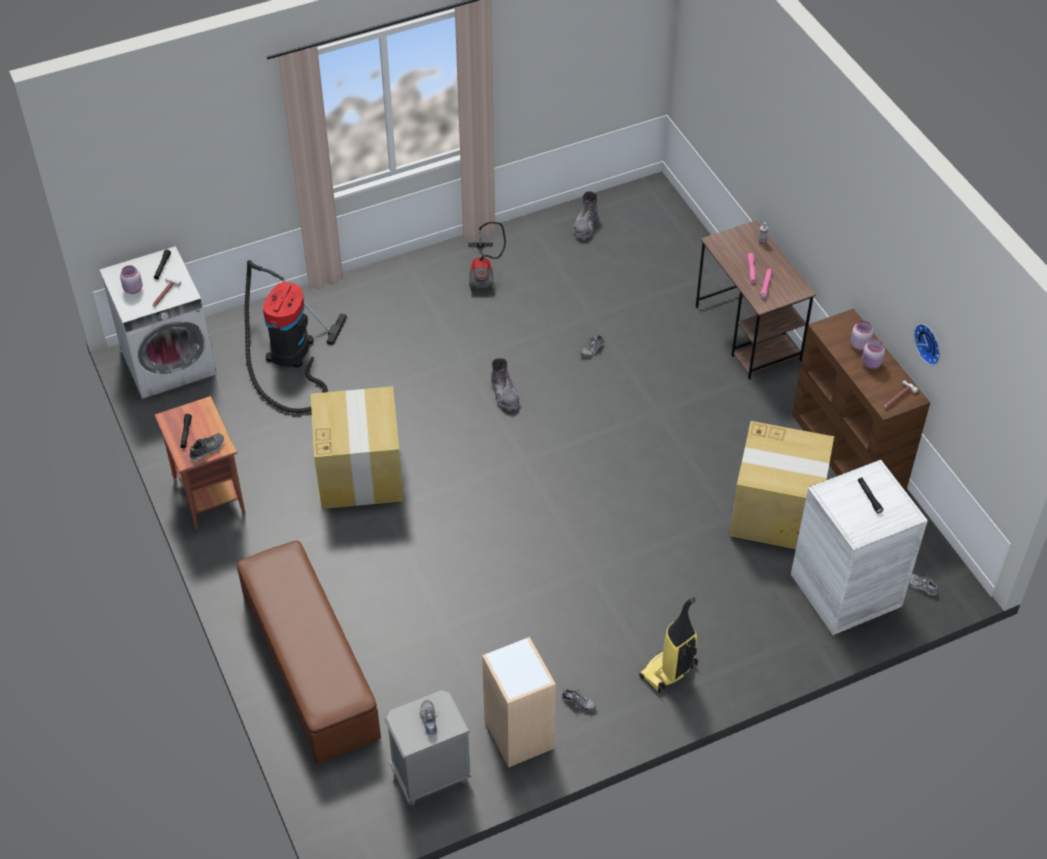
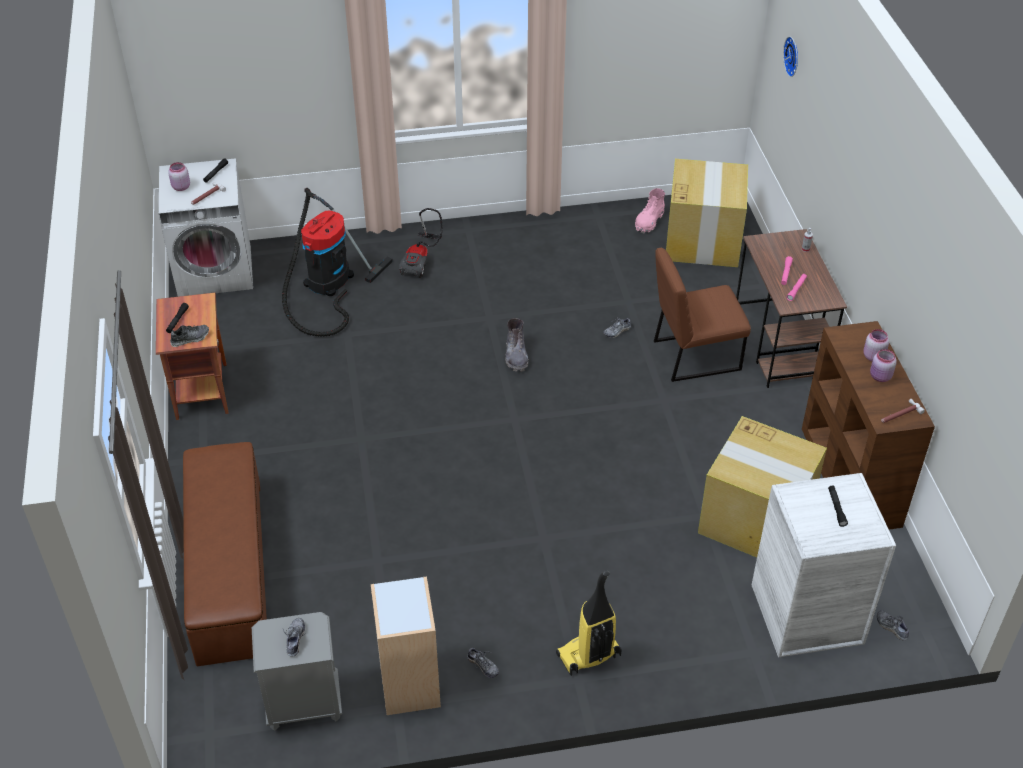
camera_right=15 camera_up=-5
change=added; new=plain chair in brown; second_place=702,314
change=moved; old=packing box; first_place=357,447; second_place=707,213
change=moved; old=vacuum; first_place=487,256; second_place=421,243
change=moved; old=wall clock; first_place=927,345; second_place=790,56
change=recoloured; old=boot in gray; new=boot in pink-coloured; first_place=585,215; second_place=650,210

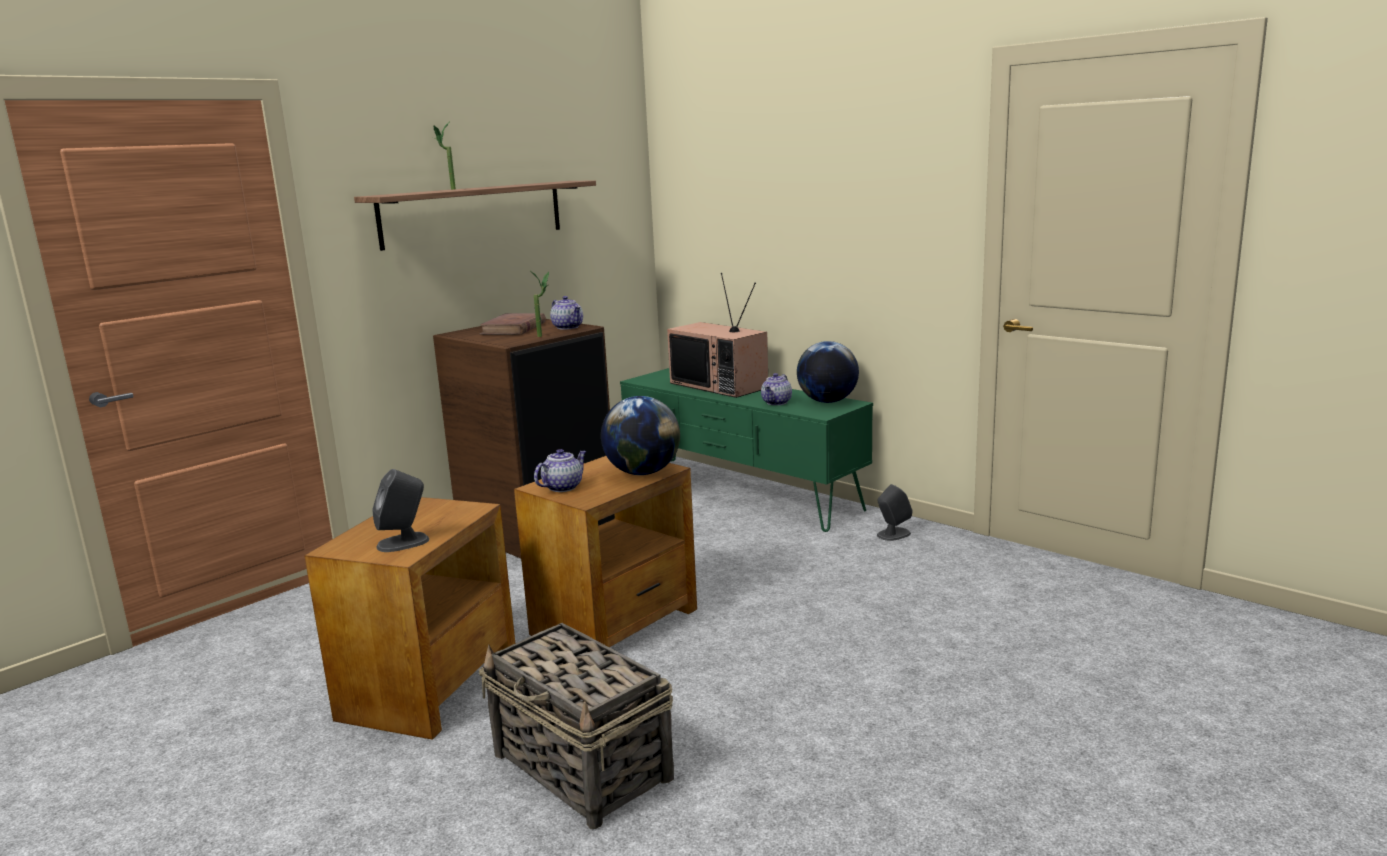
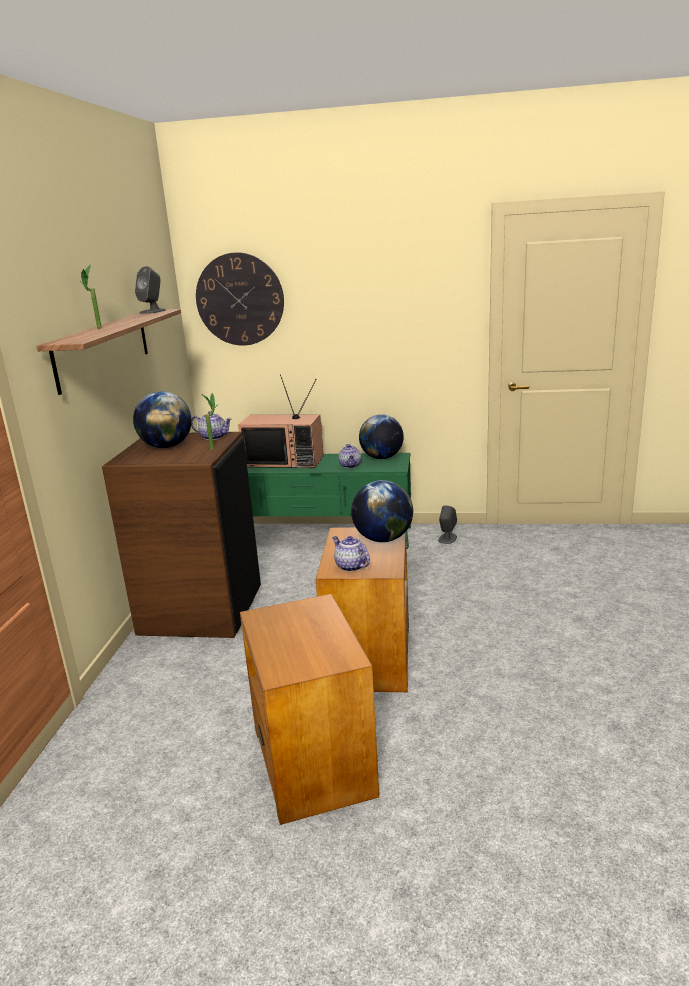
camera_right=-35 camera_up=5
change=removed; old=basket; first_place=576,726
change=added; new=wall clock; second_place=240,299
change=moved; old=audio speaker in gray; first_place=400,510; second_place=150,290
change=replaced; old=book in brown; new=desk globe; first_place=513,324; second_place=162,419
change=turned; old=teapot; first_place=560,470; second_place=351,554; degrees=-45

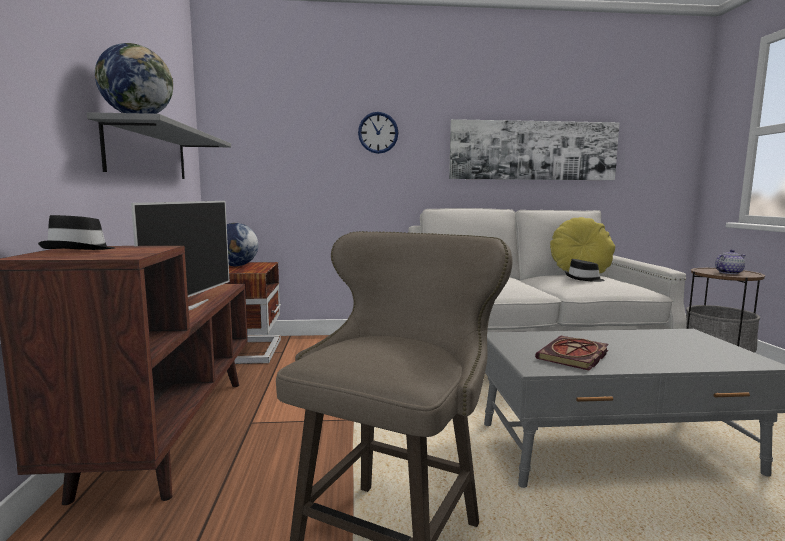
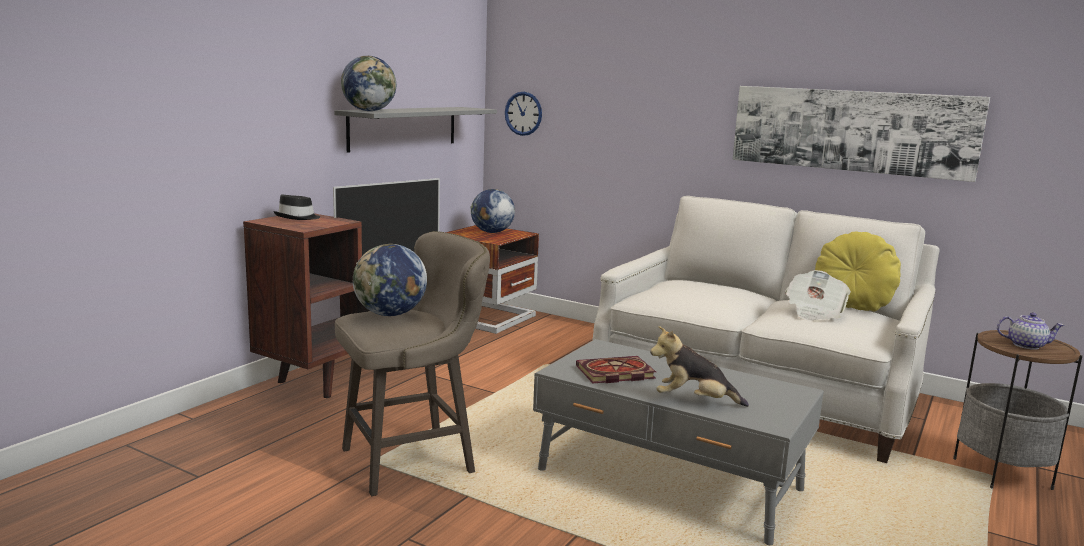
camera_right=35 camera_up=5
change=added; new=desk globe; second_place=390,280
change=added; new=plush toy; second_place=699,366
change=moved; old=wall clock; first_place=378,133; second_place=523,114
change=replaced; old=wearable hat in black; new=daily paper; first_place=585,270; second_place=818,295

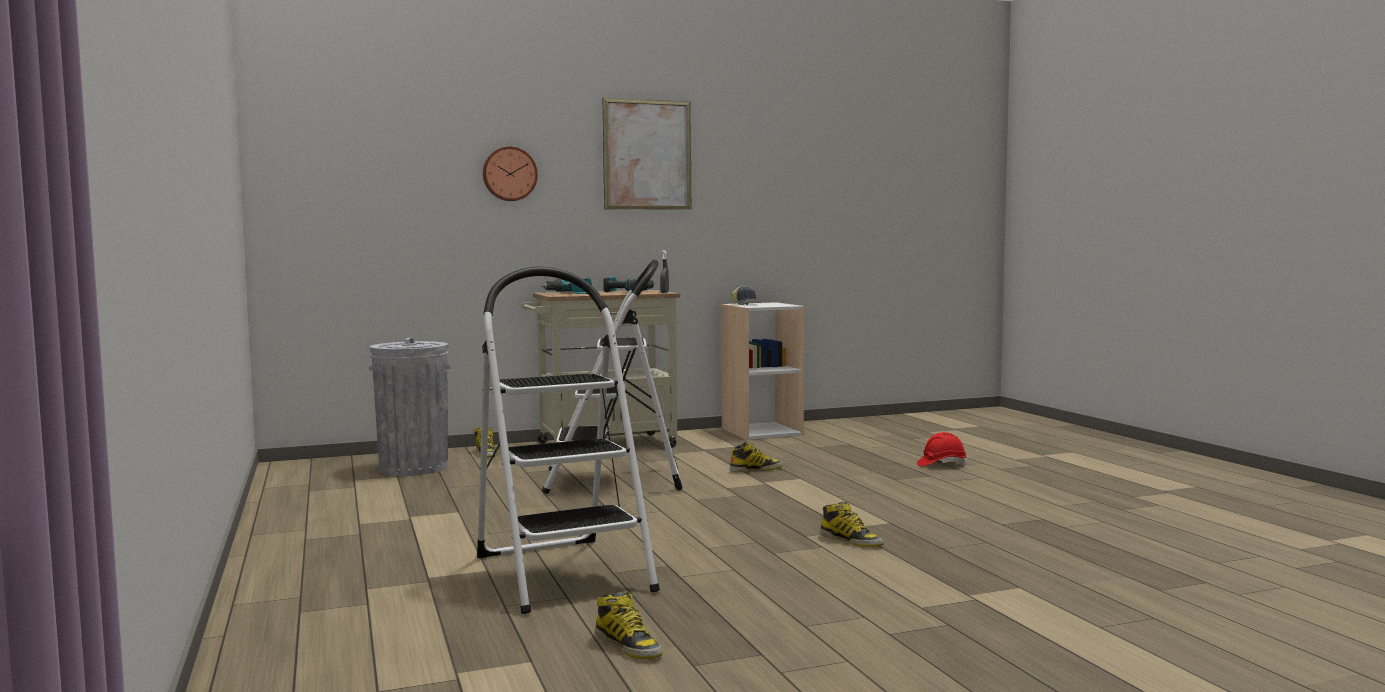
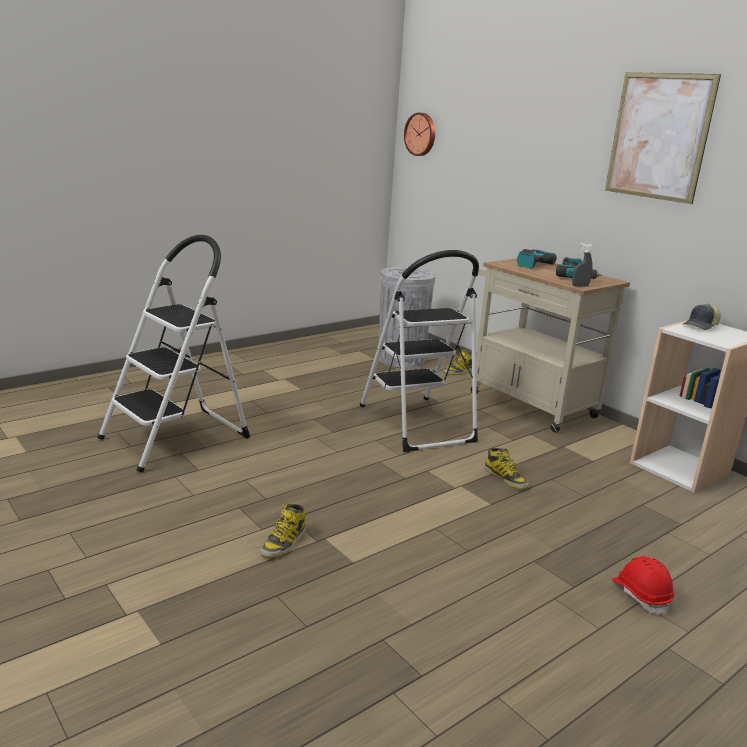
camera_right=70 camera_up=15
change=removed; old=boot; first_place=629,625
change=moved; old=wall clock; first_place=510,173; second_place=419,134

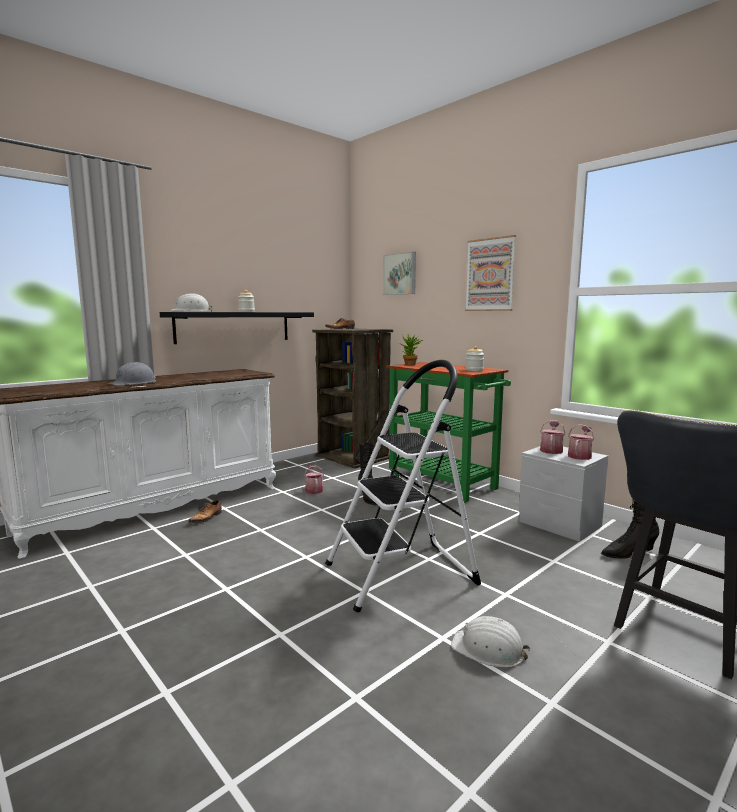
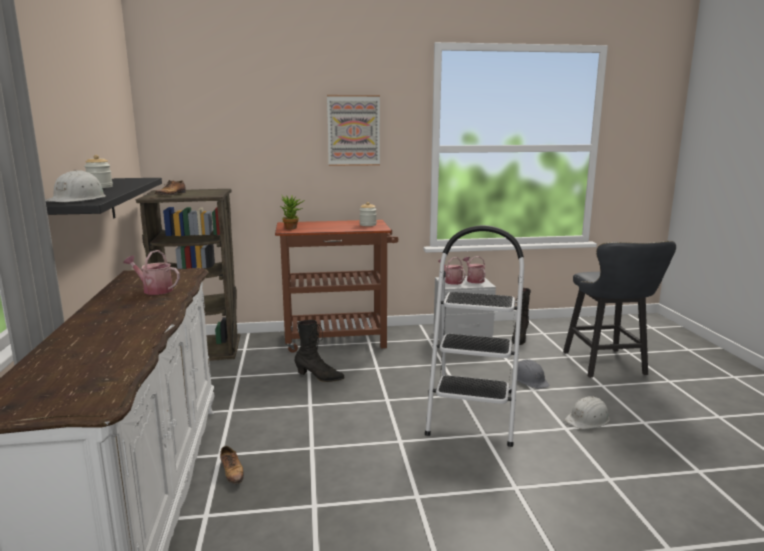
camera_right=-55 camera_up=5
change=removed; old=picture; first_place=399,273
change=moved; old=hard hat in gray; first_place=132,373; second_place=531,374
change=moved; old=sprinkling can; first_place=314,479; second_place=152,272
change=recoloured; old=cart in green; new=cart in brown; first_place=448,432; second_place=336,286

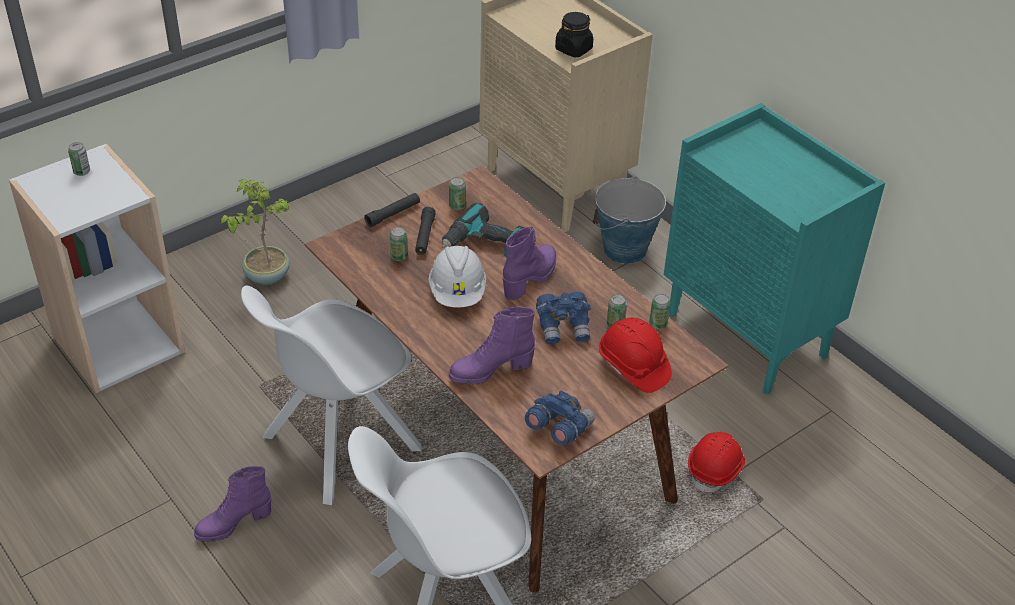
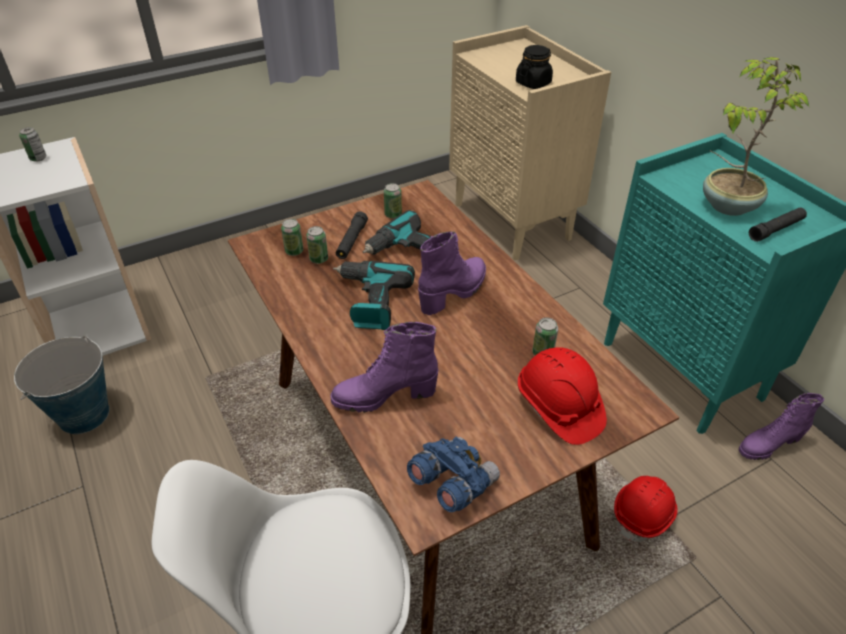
camera_right=10 camera_up=0
change=removed; old=plain chair in white-coloured; first_place=331,395
change=removed; old=pair of binoculars in blue; first_place=563,318
change=moved; old=boot in purple; first_place=232,504; second_place=781,426
change=moved; old=plant in a pot; first_place=255,232; second_place=756,136
change=moved; old=flashlight in black; first_place=392,210; second_place=778,224
change=moved; old=bucket; first_place=629,220; second_place=61,385
change=moved; old=metal can; first_place=660,311; second_place=292,237
change=replaced; old=hard hat in white-coloured; new=drill; first_place=457,276; second_place=374,295

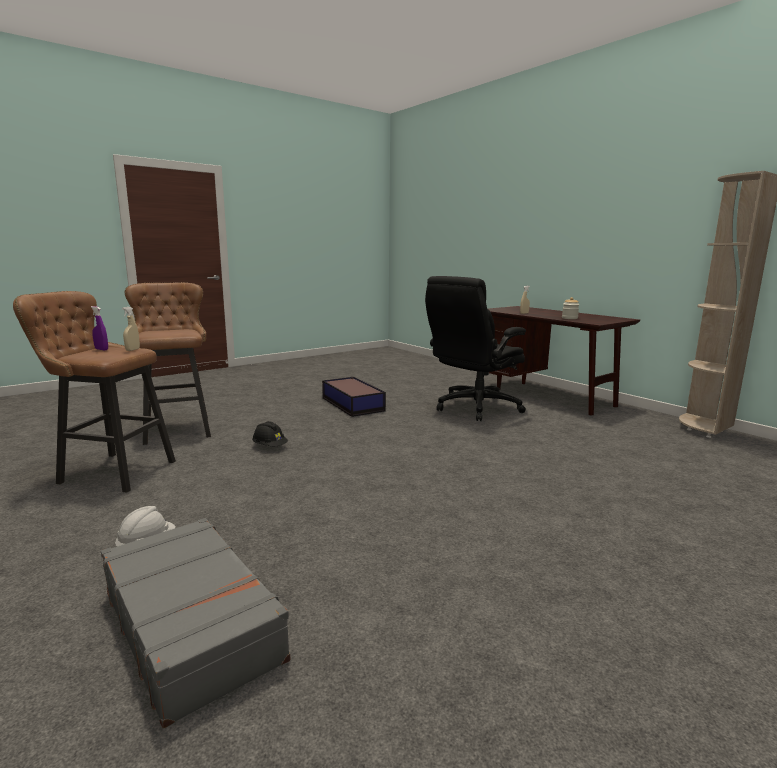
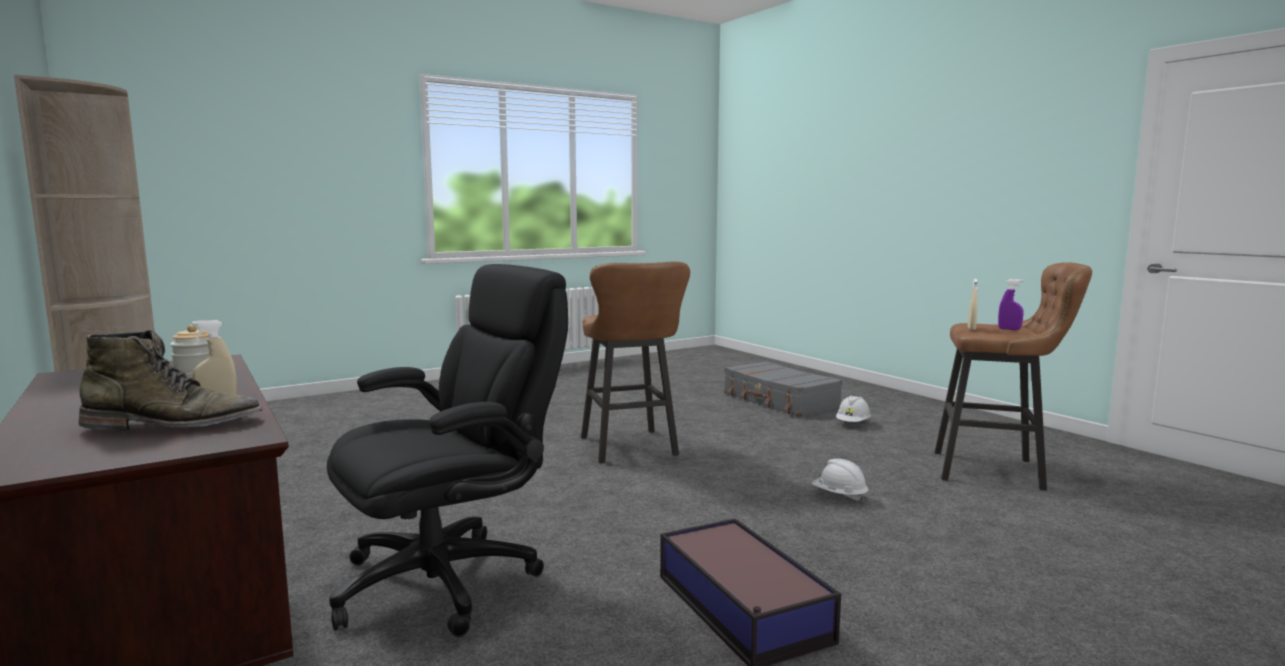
camera_right=-175 camera_up=-5
change=added; new=boot in green; second_place=170,380
change=moved; old=stool in brown; first_place=168,363; second_place=635,362
change=recoloured; old=hard hat in black; new=hard hat in white-coloured; first_place=270,433; second_place=840,481

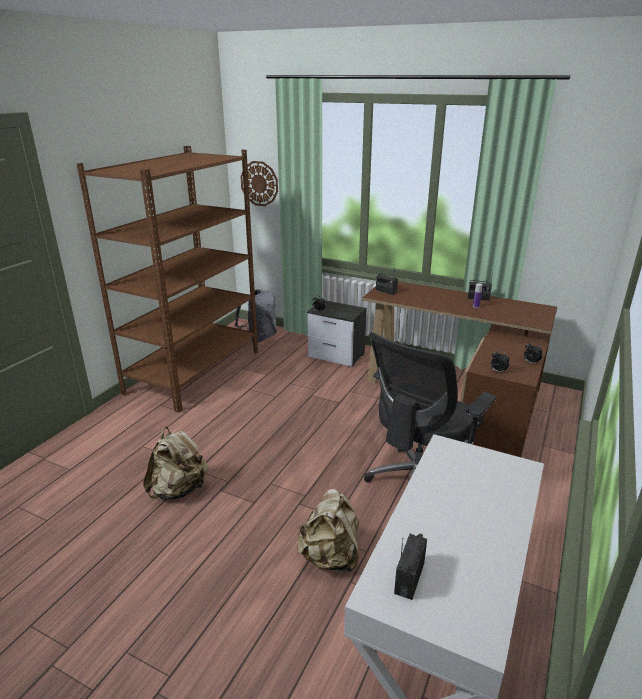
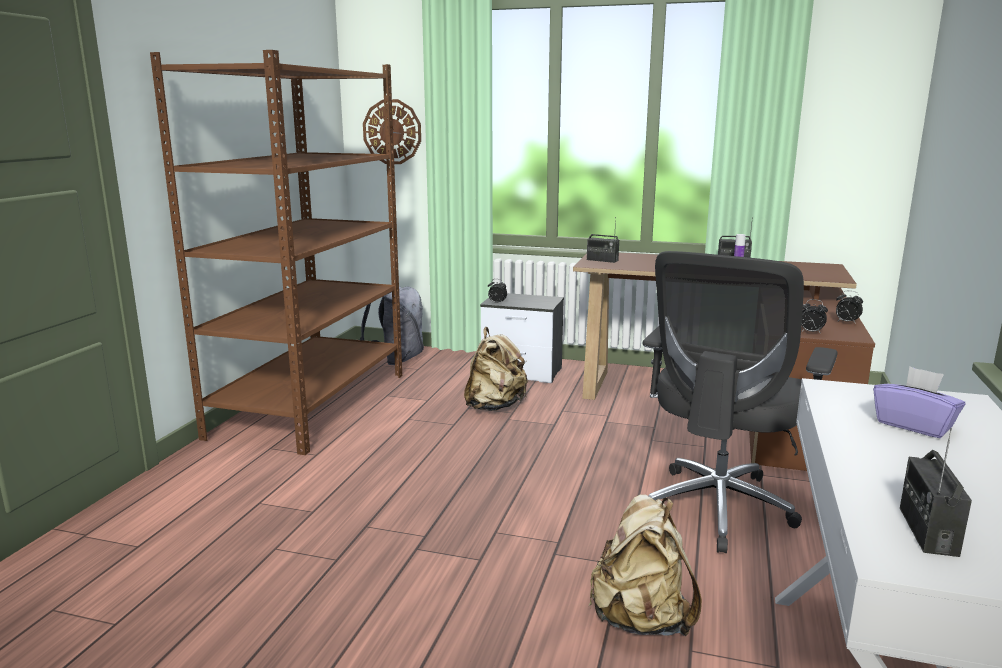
camera_right=-10 camera_up=-10
change=added; new=tissue holder in purple; second_place=919,402
change=moved; old=rucksack in beige; first_place=175,463; second_place=496,369

